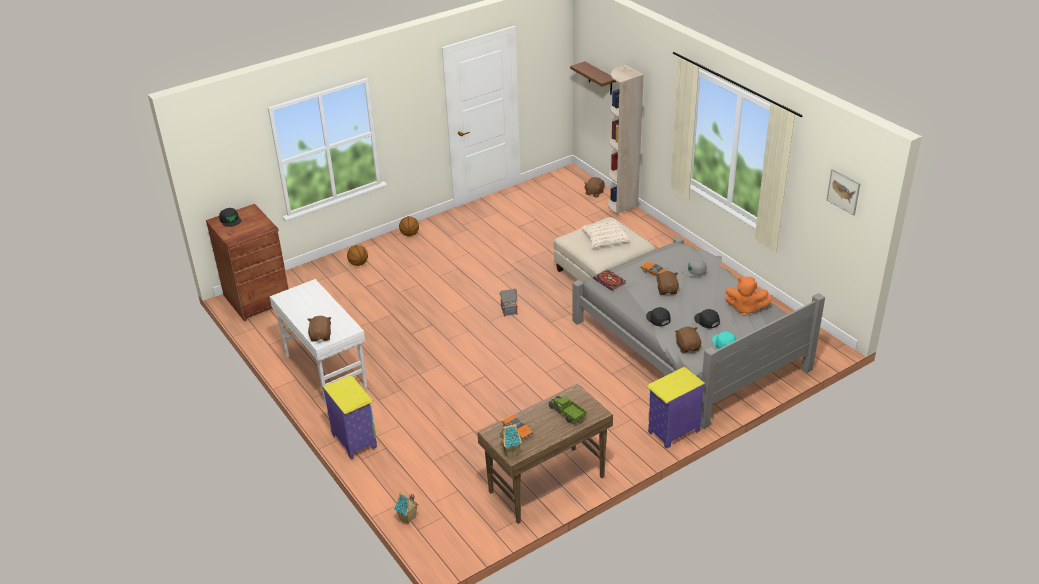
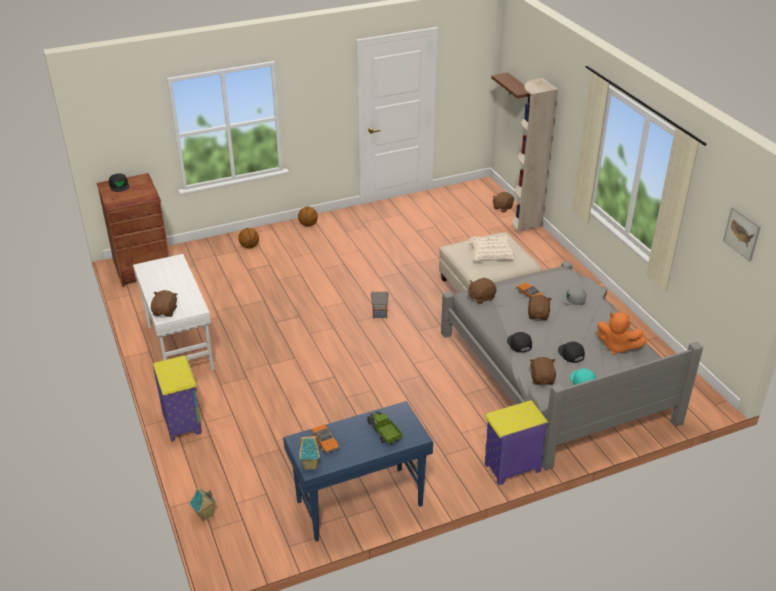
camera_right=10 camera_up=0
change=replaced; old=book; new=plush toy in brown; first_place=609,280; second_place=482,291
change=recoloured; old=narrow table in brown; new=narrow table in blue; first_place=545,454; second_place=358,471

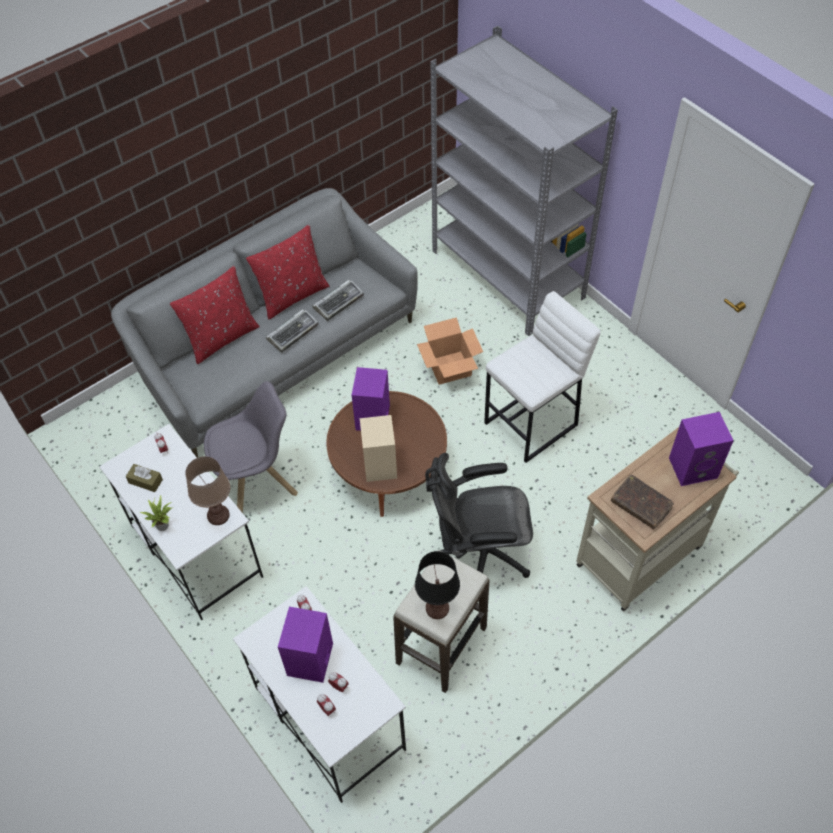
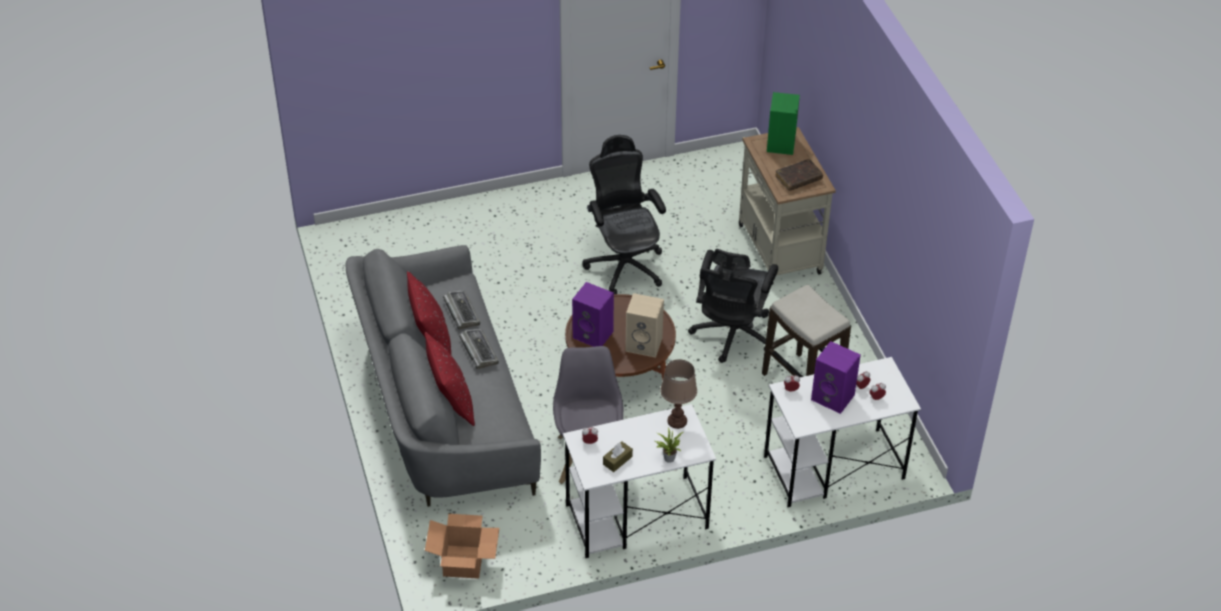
camera_right=-70 camera_up=-10
change=removed; old=table lamp in black; first_place=437,585
change=removed; old=shelving unit in gray; first_place=524,181
change=moved; old=packing box; first_place=450,351; second_place=462,546
change=replaced; old=stool in white-coloured; new=office chair; first_place=542,377; second_place=624,214
change=recoloured; old=audio speaker in purple; new=audio speaker in green; first_place=701,449; second_place=783,123

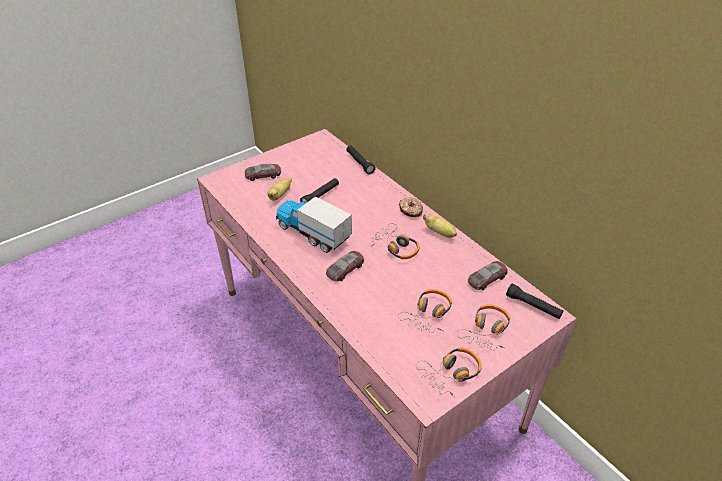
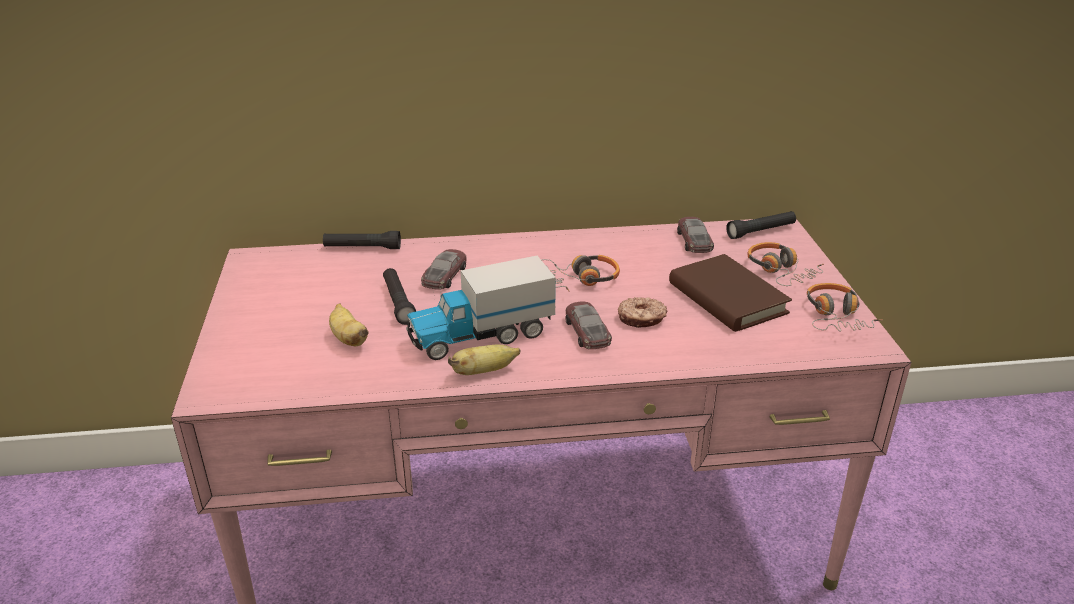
camera_right=-60 camera_up=-10
change=moved; old=toy car; first_place=263,172; second_place=443,269
change=moved; old=ring doughnut; first_place=411,207; second_place=643,312
change=moved; old=whole banana; first_place=440,225; second_place=484,360
change=replaced; old=pair of headphones; new=book in brown; first_place=425,311; second_place=730,293

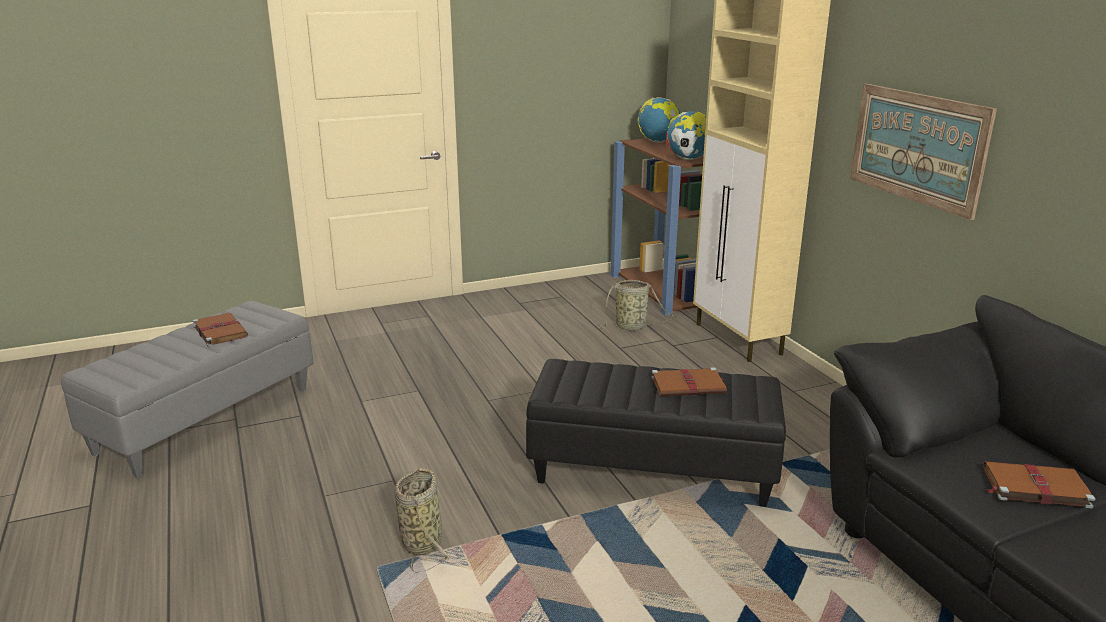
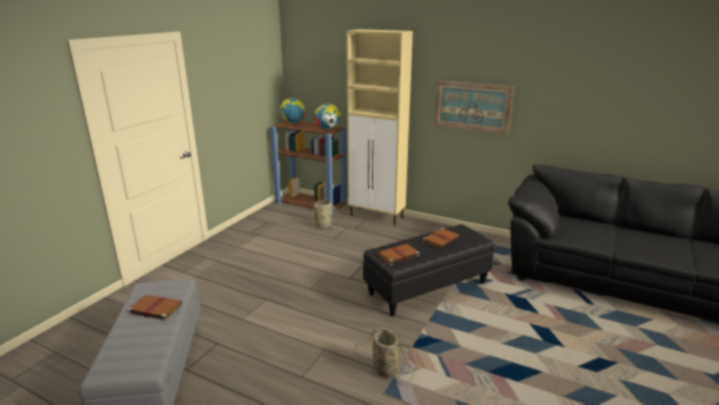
camera_right=-40 camera_up=0
change=moved; old=book in brown; first_place=1039,484; second_place=398,254

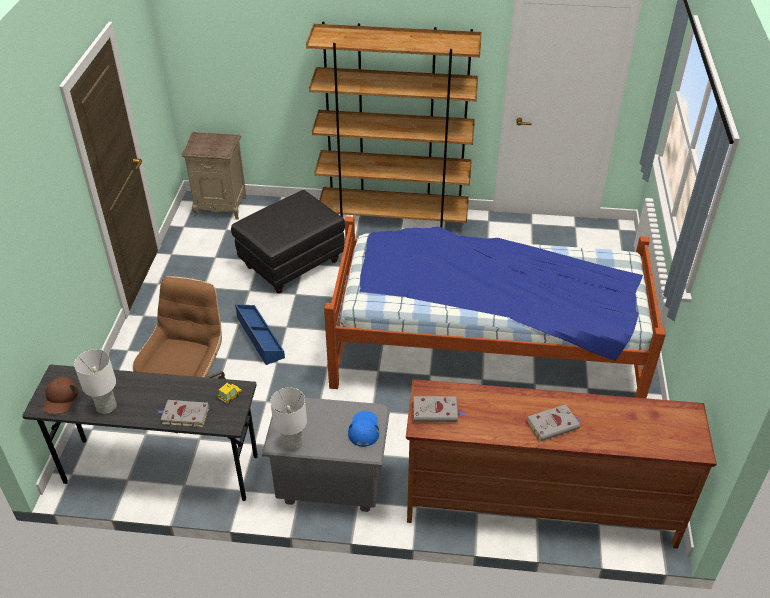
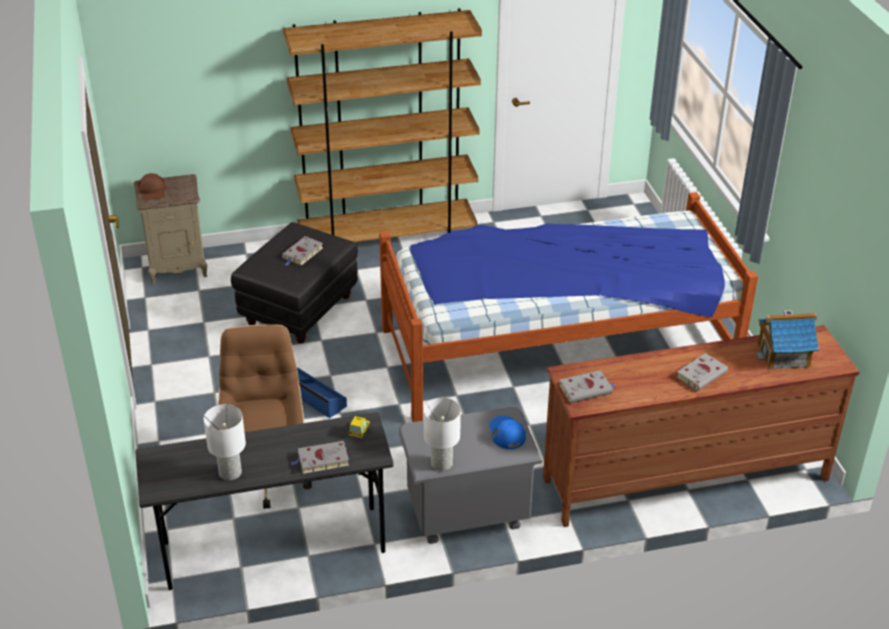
camera_right=-20 camera_up=-5
change=added; new=book in gray; second_place=302,251
change=added; new=miniature house; second_place=787,340
change=moved; old=cap in brown; first_place=61,395; second_place=152,186

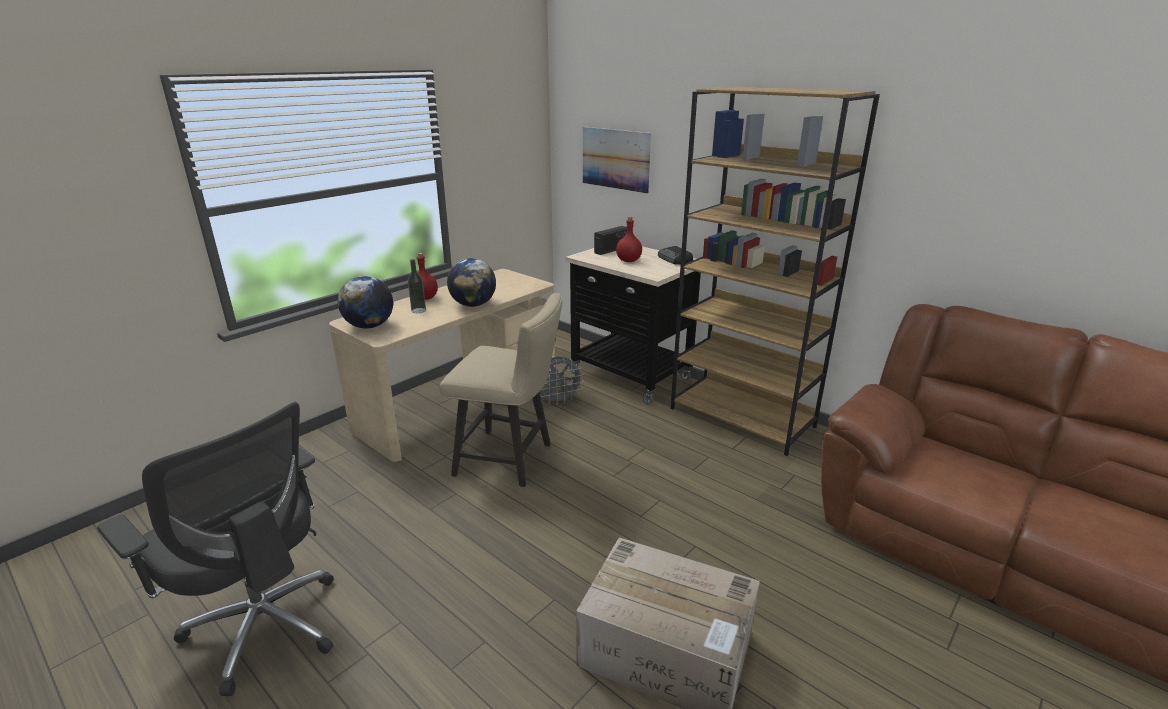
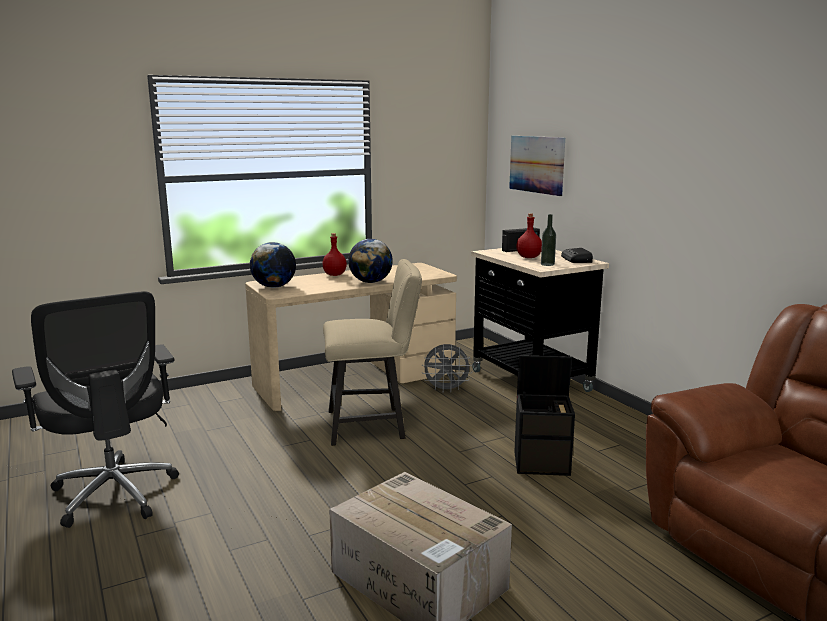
camera_right=20 camera_up=-10
change=removed; old=shelving unit in brown; first_place=775,271
change=added; new=storage container in black; second_place=544,415
change=moved; old=drink bottle; first_place=417,286; second_place=548,240
change=turned; old=plain chair in beige; first_place=501,390; second_place=372,352; degrees=-45

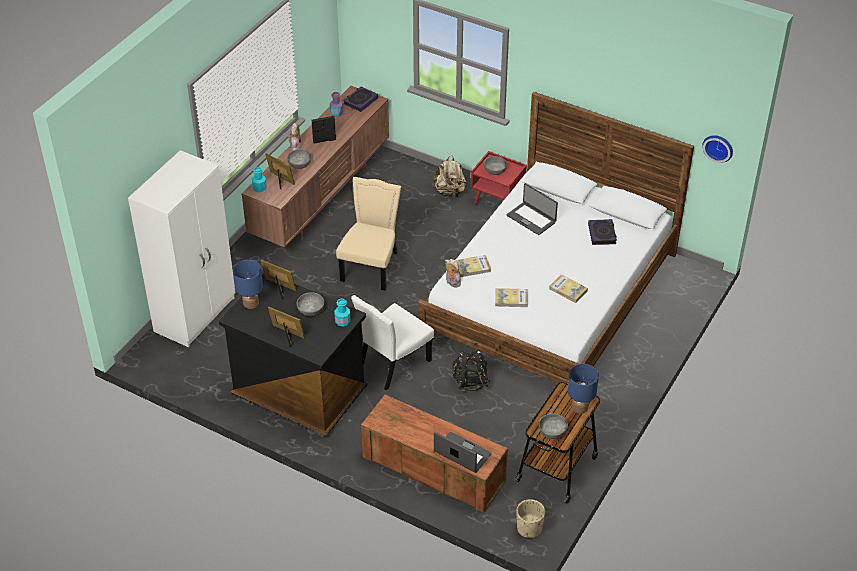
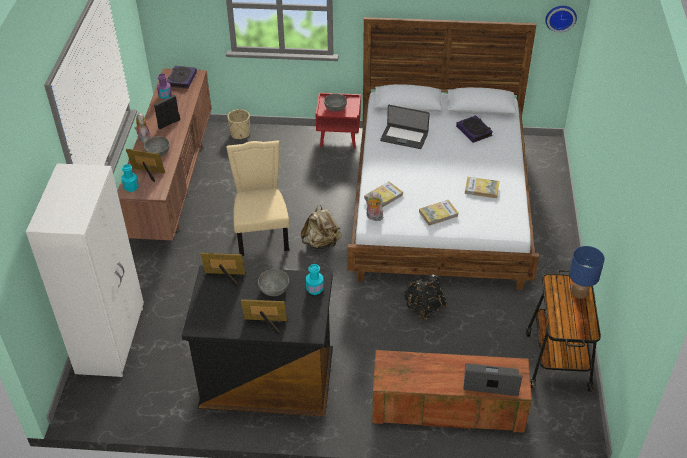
camera_right=-25 camera_up=0
change=removed; old=table lamp in blue; first_place=248,284
change=removed; old=plain chair in white-coloured; first_place=392,342
change=removed; old=deep dish in gray; first_place=553,426
change=moved; old=rucksack in beige; first_place=449,177; second_place=321,227
change=moved; old=planter in beige; first_place=531,518; second_place=238,124

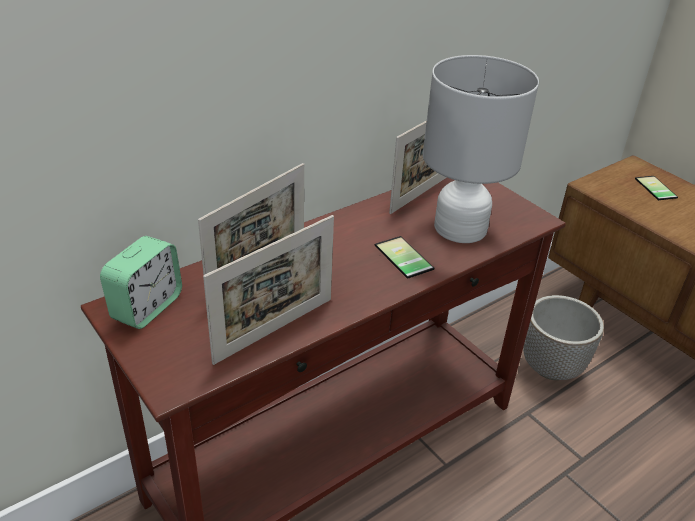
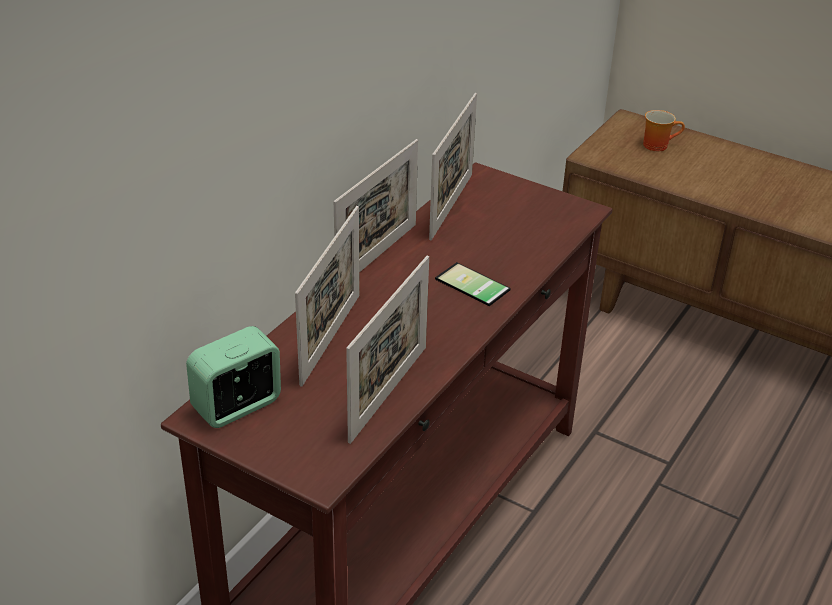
camera_right=-20 camera_up=0
change=removed; old=table lamp in gray; first_place=481,149
change=removed; old=planter; first_place=563,337
change=added; new=picture frame; second_place=376,205
change=replaced; old=phone; new=mug; first_place=656,188; second_place=664,130
change=turned; old=bedside clock; first_place=141,282; second_place=233,377; degrees=-135

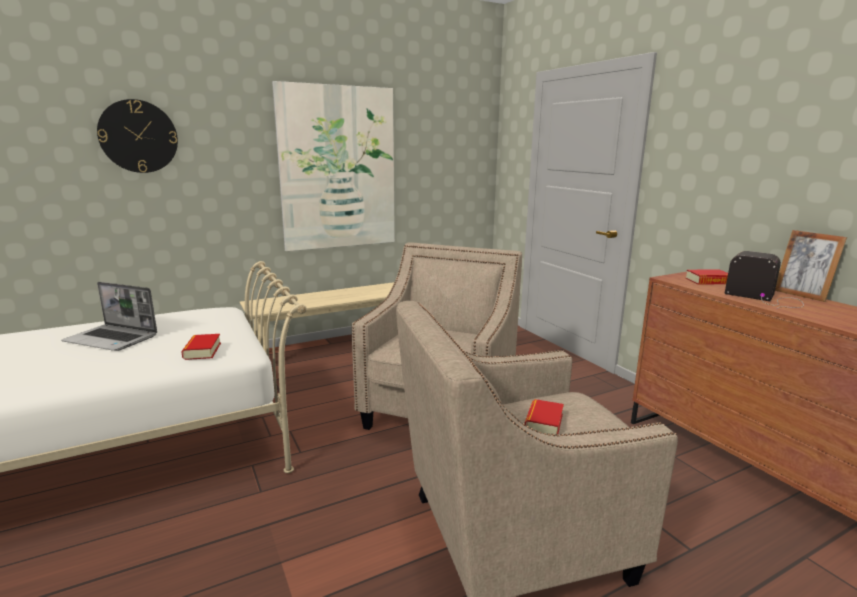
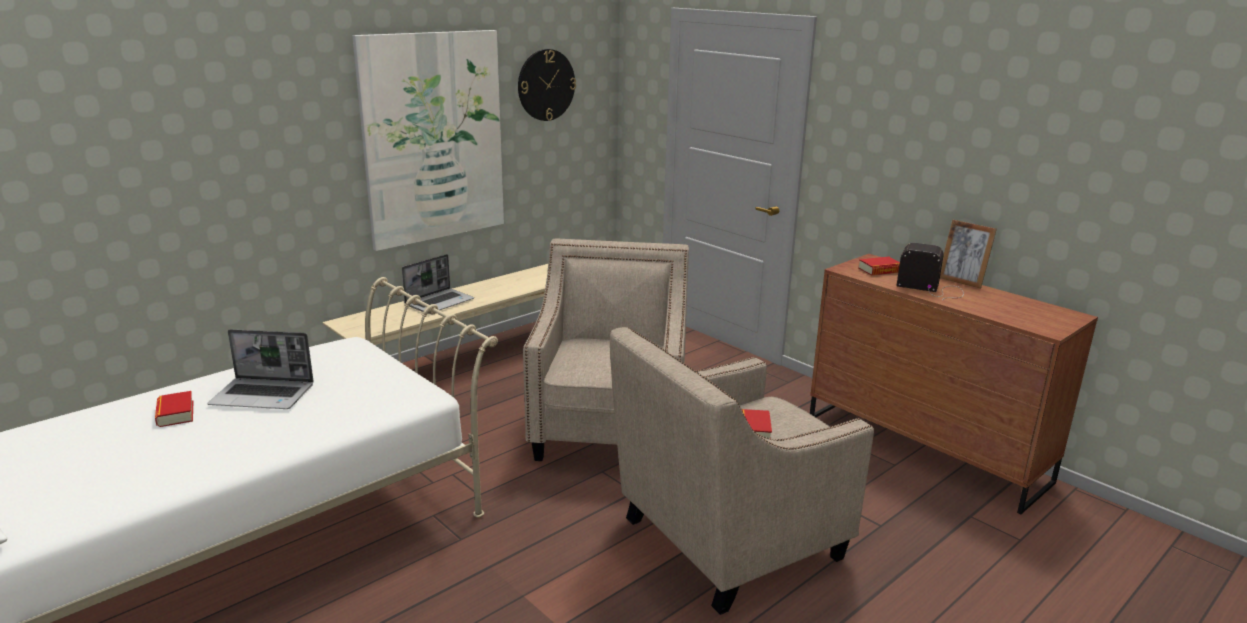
camera_right=-15 camera_up=5
change=added; new=portable computer; second_place=438,284
change=moved; old=wall clock; first_place=137,136; second_place=547,85
change=moved; old=book; first_place=201,347; second_place=174,409

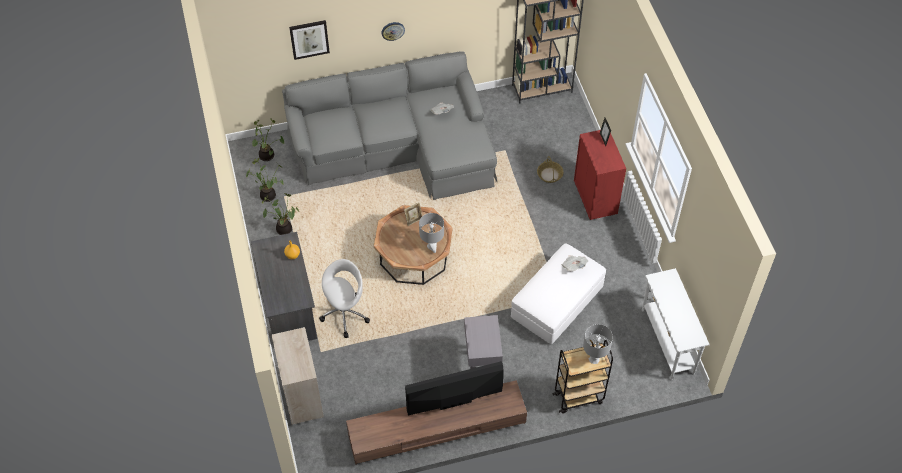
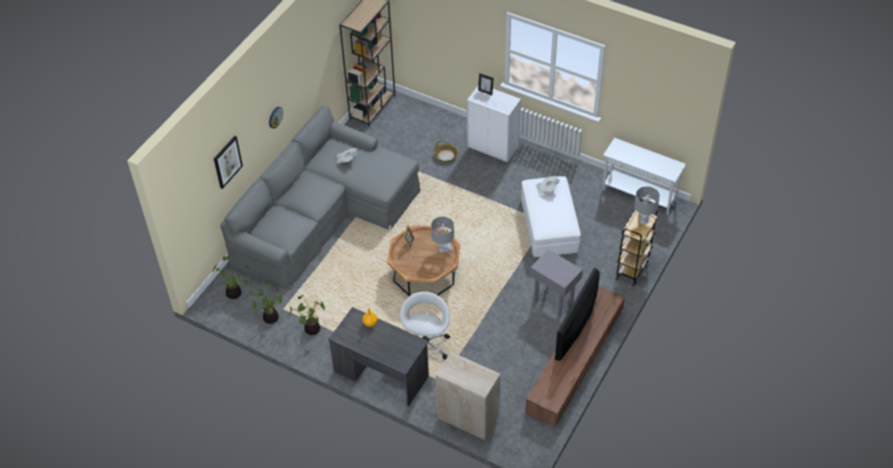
camera_right=-45 camera_up=-5
change=recoloured; old=storage cabinet in red; new=storage cabinet in white-coloured; first_place=600,175; second_place=494,124

